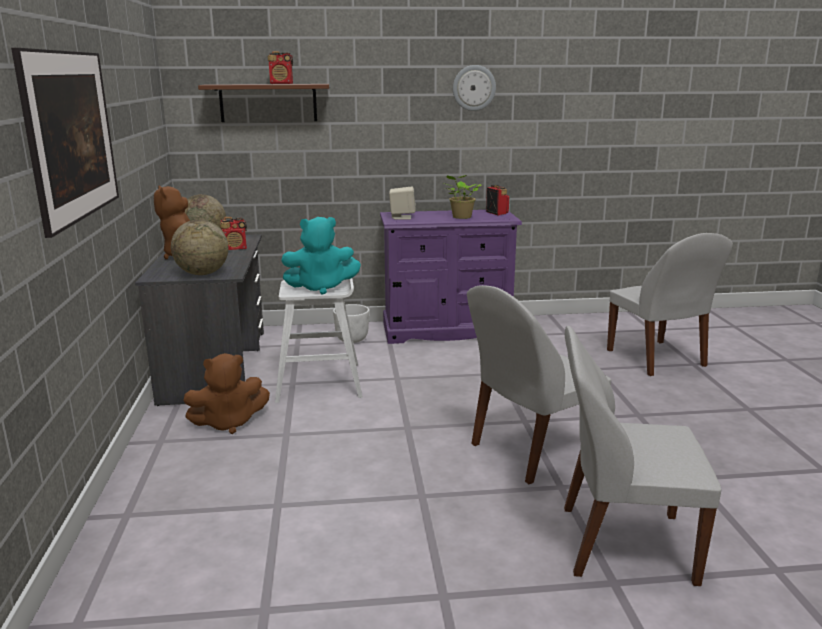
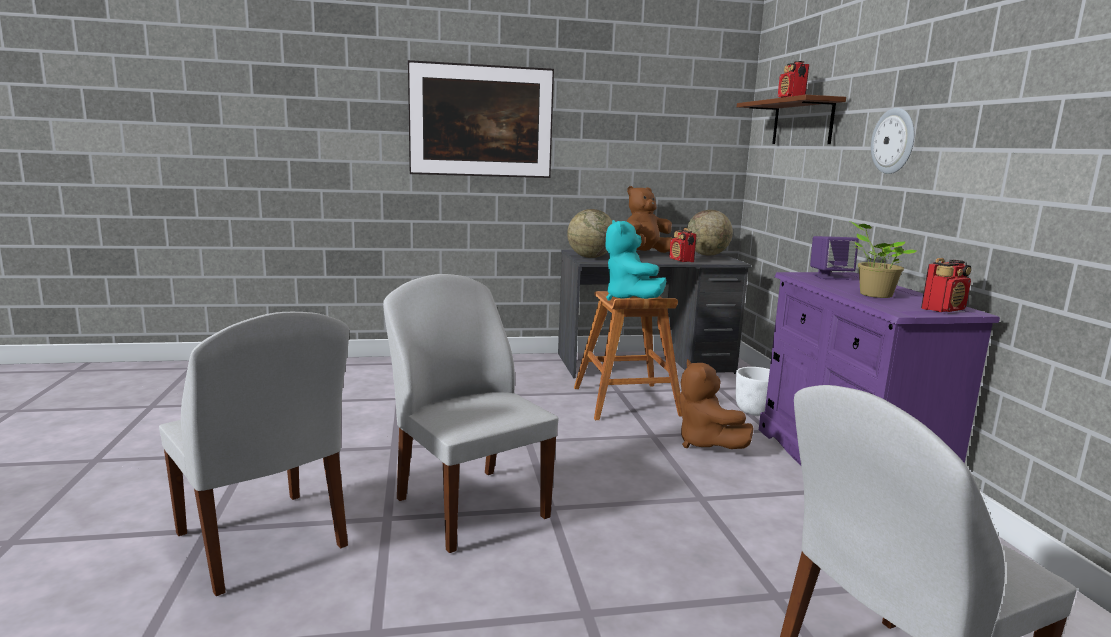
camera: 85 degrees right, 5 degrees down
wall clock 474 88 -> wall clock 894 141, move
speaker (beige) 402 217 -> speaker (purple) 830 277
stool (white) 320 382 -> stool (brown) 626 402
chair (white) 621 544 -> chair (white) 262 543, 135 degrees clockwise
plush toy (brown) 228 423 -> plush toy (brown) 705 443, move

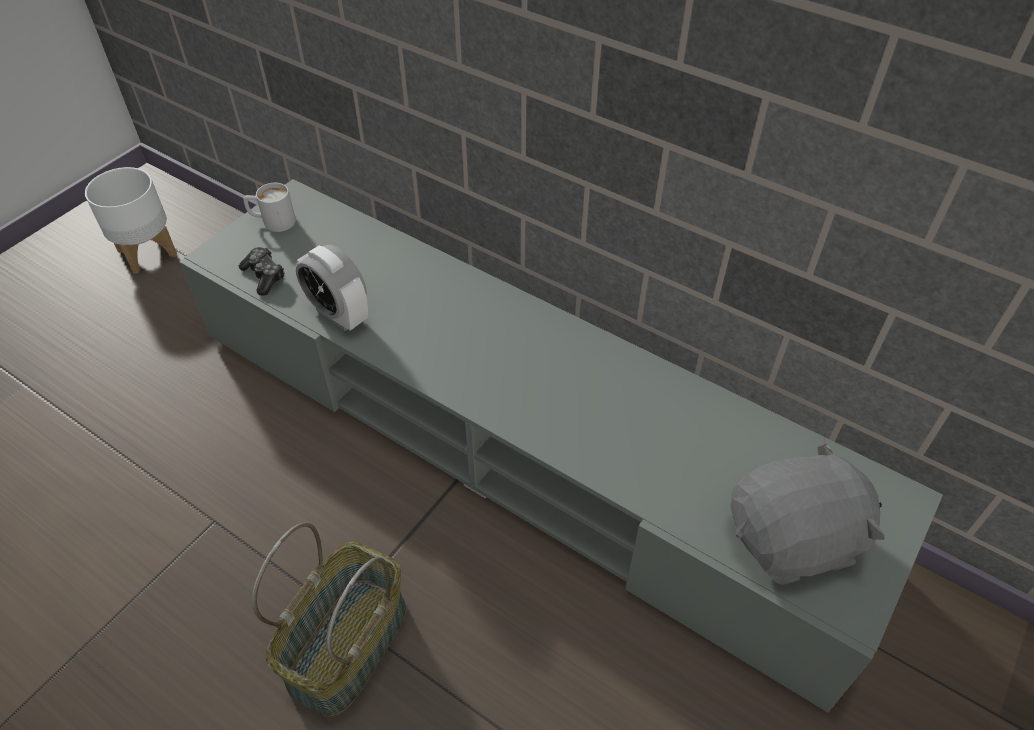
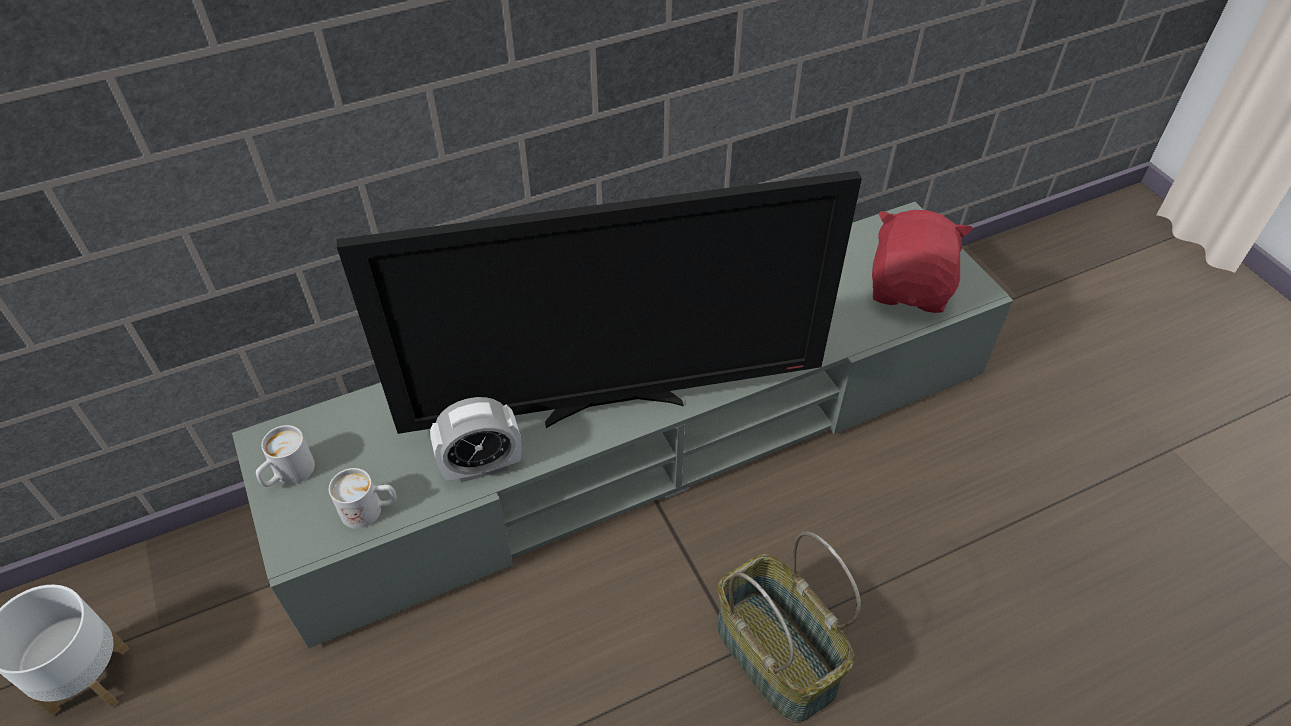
camera: 60 degrees left, 0 degrees up
game controller 264 276 -> mug (white) 370 510
plush toy (grey) 794 540 -> plush toy (red) 910 288
none -> television 613 403

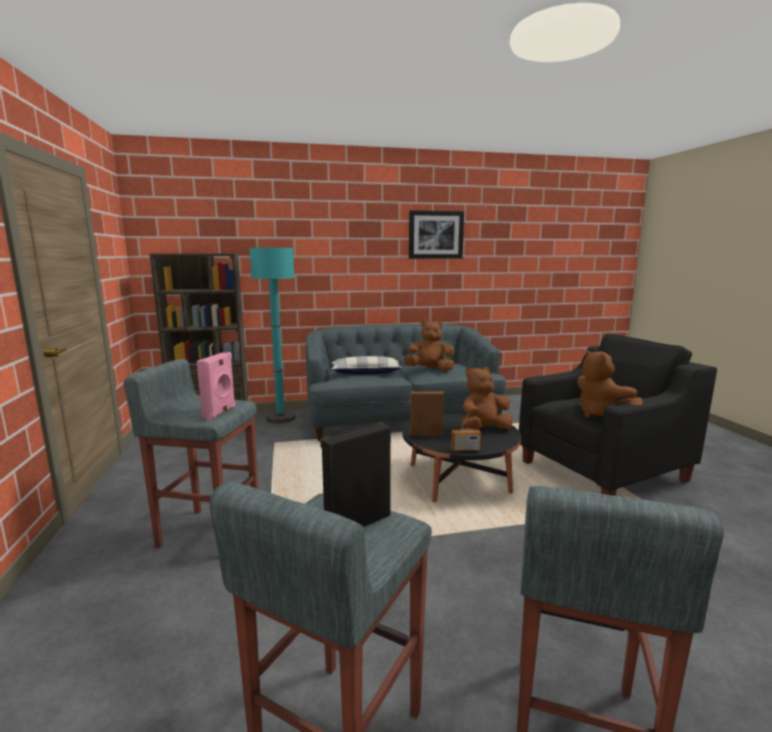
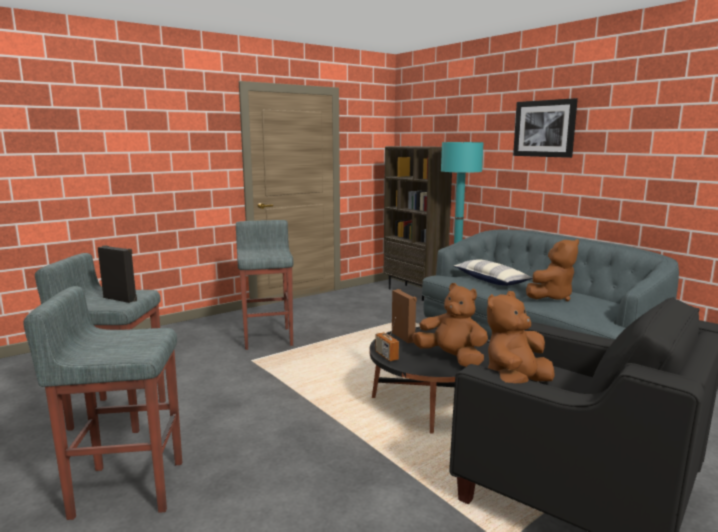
camera: 65 degrees right, 0 degrees up
picture 435 235 -> picture 544 128, move
plush toy (brown) 430 369 -> plush toy (brown) 551 297, 75 degrees clockwise
speaker (pink) 220 412 -> none

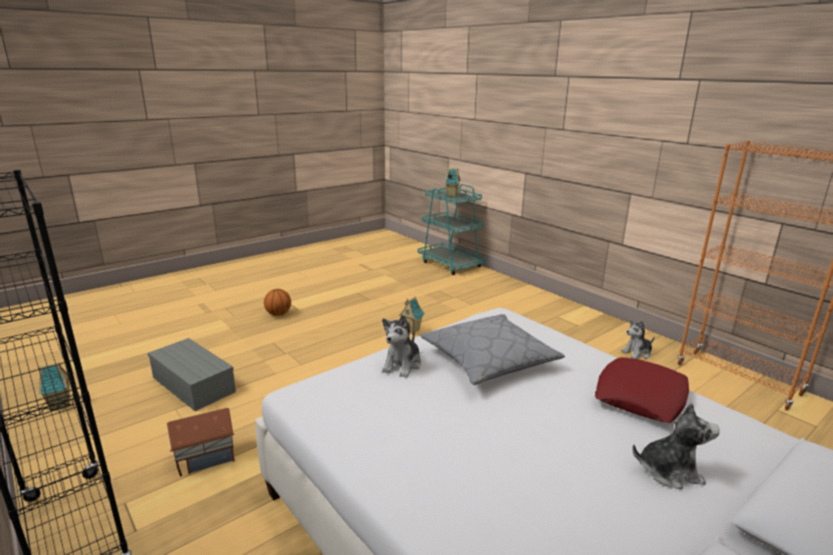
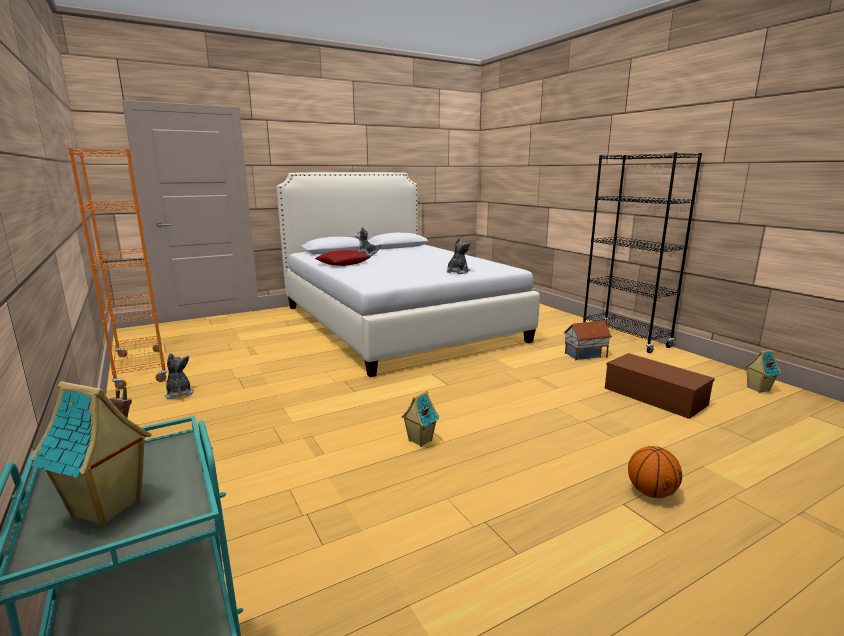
camera: 170 degrees left, 5 degrees down
pillow (grey) 489 359 -> none
plush toy 637 353 -> plush toy 179 393, 105 degrees counterclockwise
storage box (grey) 195 384 -> storage box (brown) 652 396

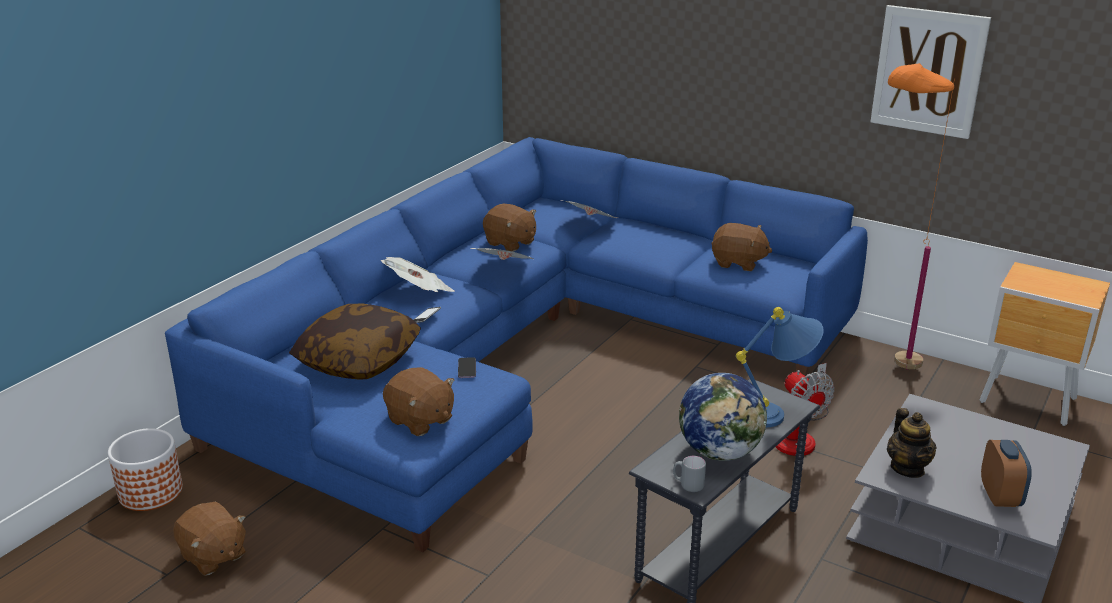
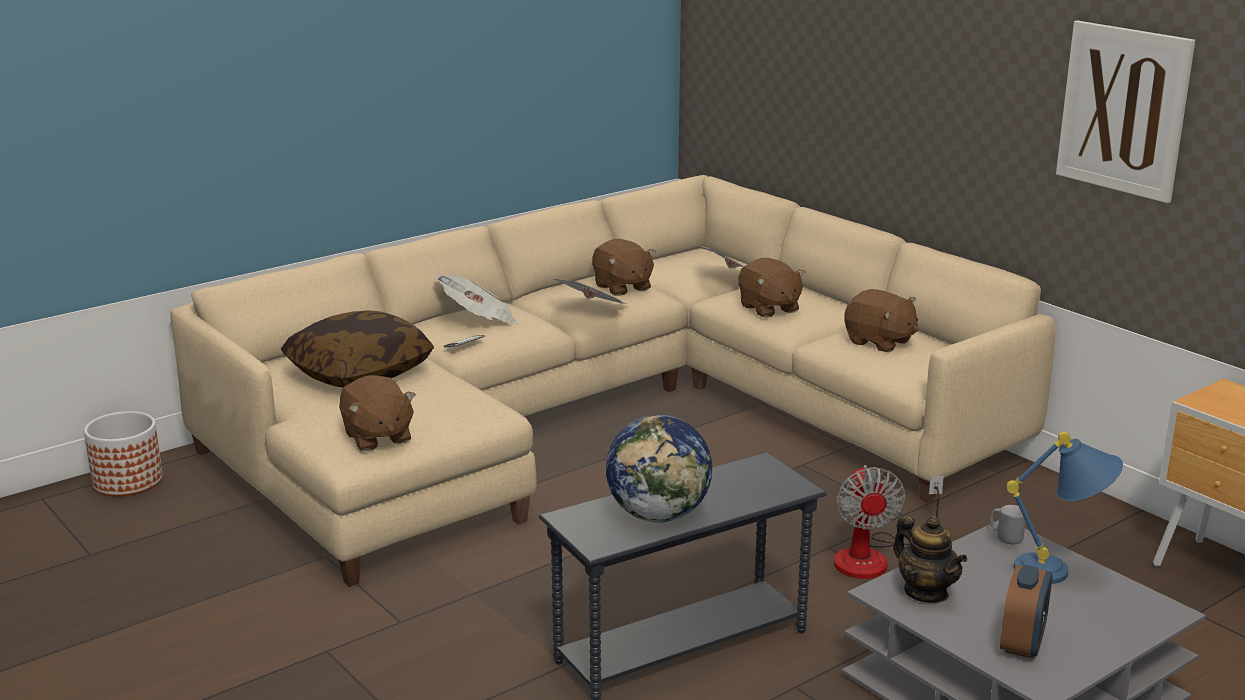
camera: 20 degrees right, 5 degrees down
floor lamp (orange) 883 371 -> none
sofa (blue) 526 350 -> sofa (beige) 612 416
table lamp (blue) 778 414 -> table lamp (blue) 1061 572, move
phone 467 369 -> none
teapot 907 468 -> teapot 926 592, 45 degrees counterclockwise
mug (grey) 688 485 -> mug (grey) 1005 537, move
plush toy (brown) 213 556 -> plush toy (brown) 769 308, move

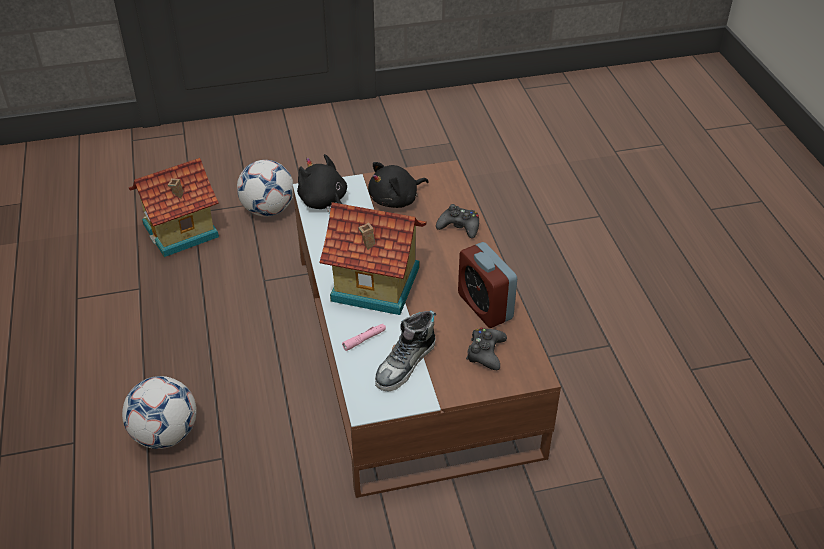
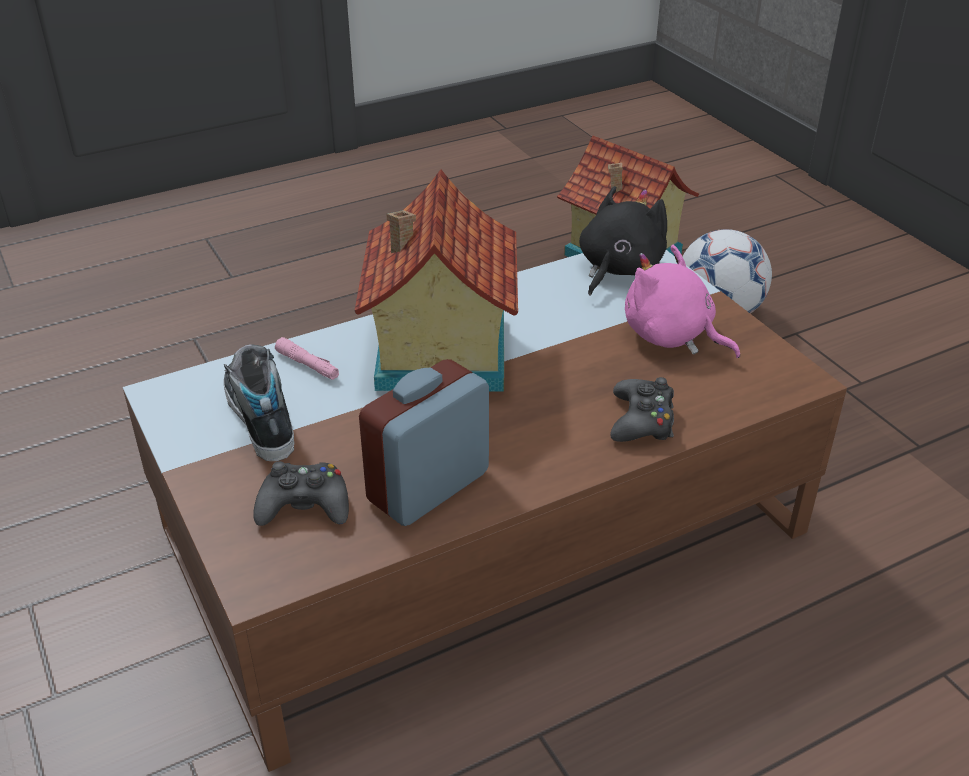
camera: 75 degrees right, 5 degrees down
plush toy (black) 396 200 -> plush toy (pink) 671 336
shoe 406 364 -> shoe 259 416, 45 degrees clockwise
football 165 434 -> none

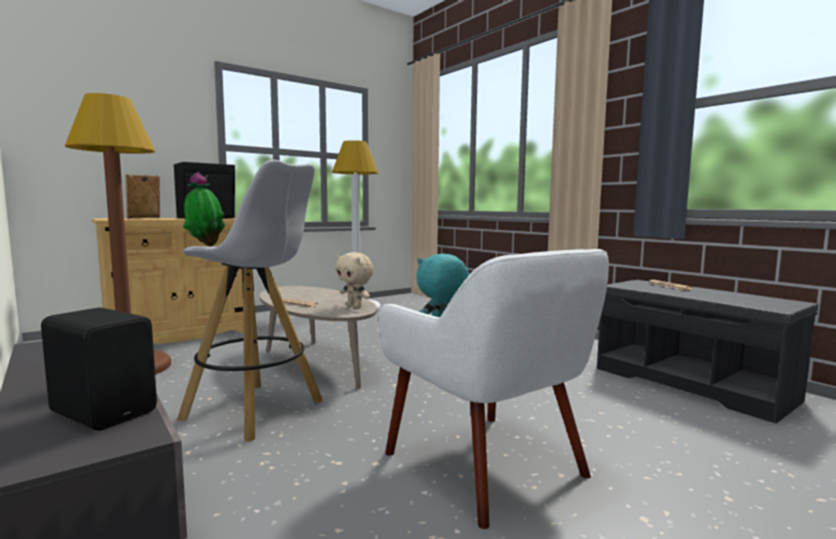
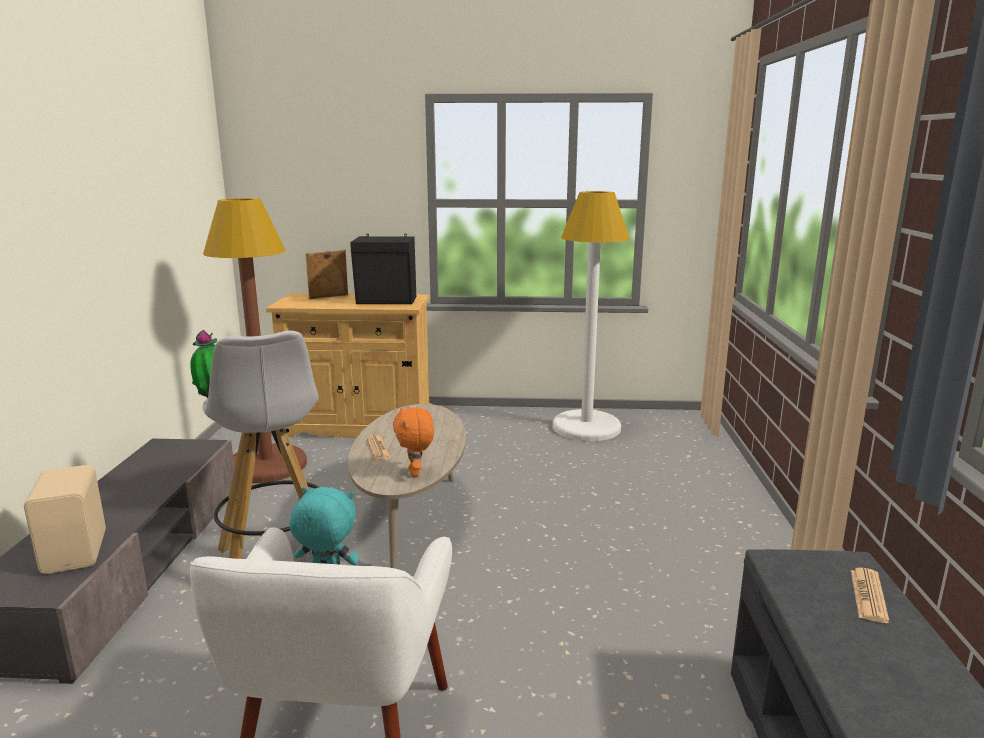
camera: 40 degrees right, 10 degrees up
plush toy (beige) 355 306 -> plush toy (orange) 415 473
speaker (black) 105 411 -> speaker (beige) 77 552

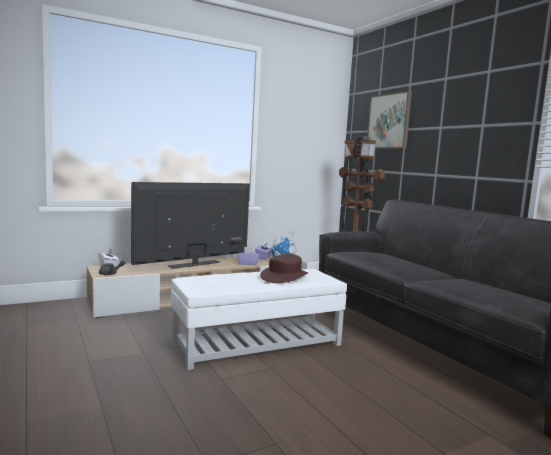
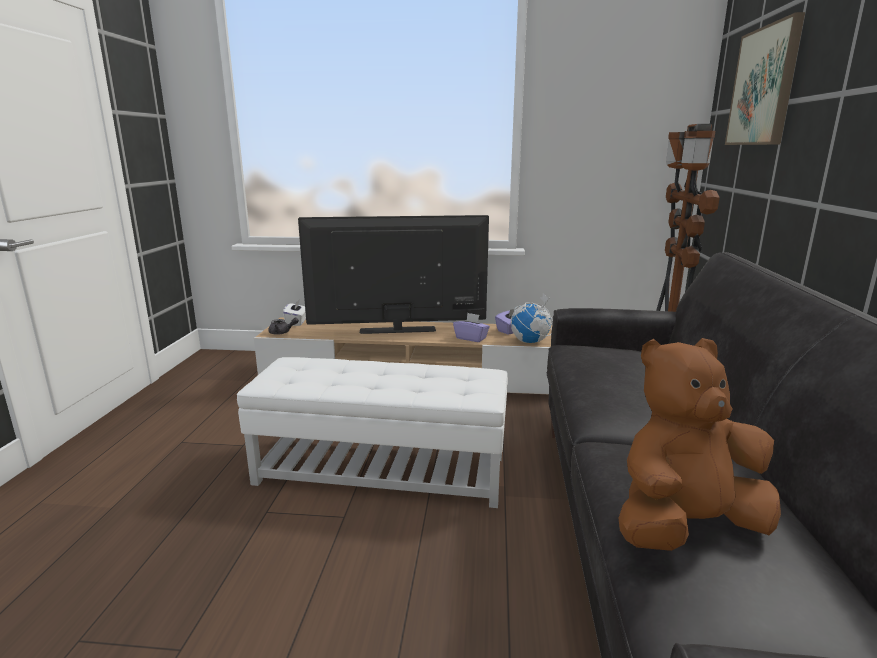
camera: 35 degrees right, 10 degrees up
hat (brown) 284 276 -> none
none -> plush toy (brown) 685 526

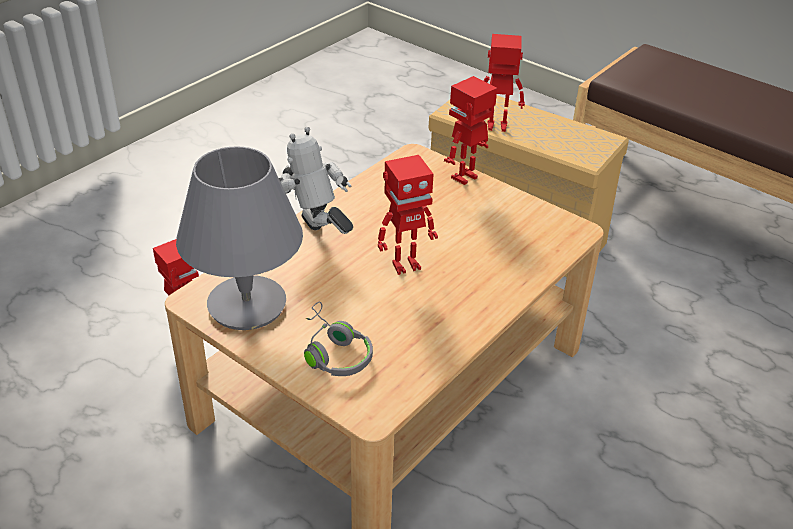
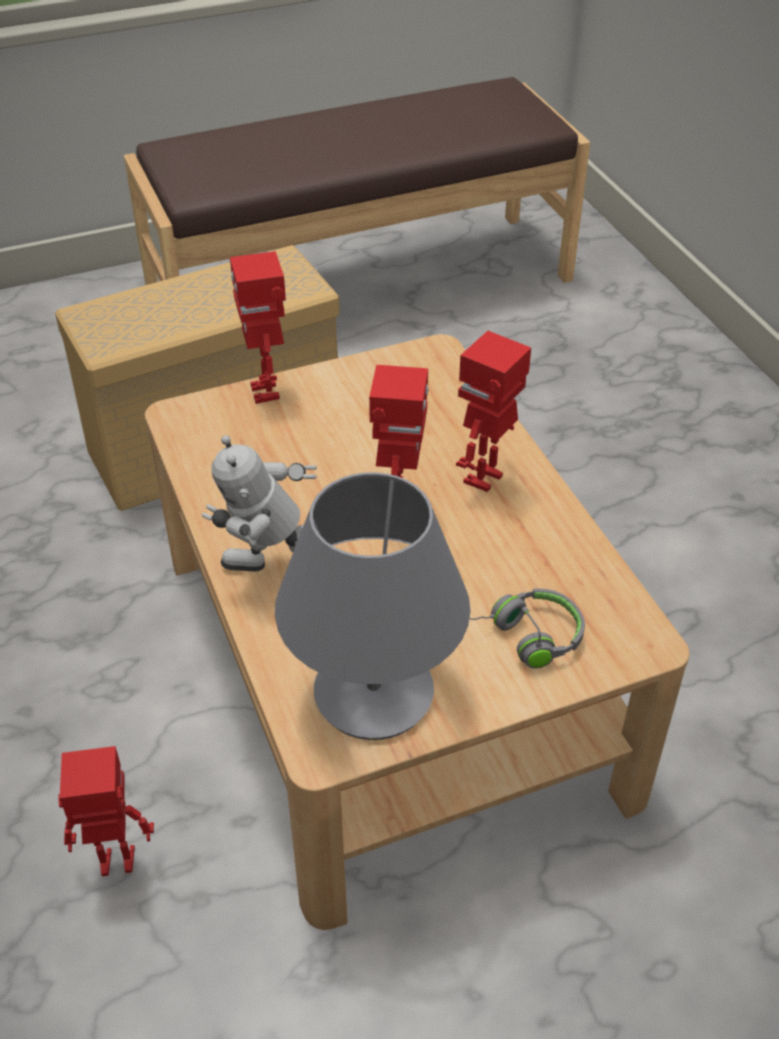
camera: 60 degrees left, 5 degrees up
toy robot 497 127 -> toy robot 485 479, move

